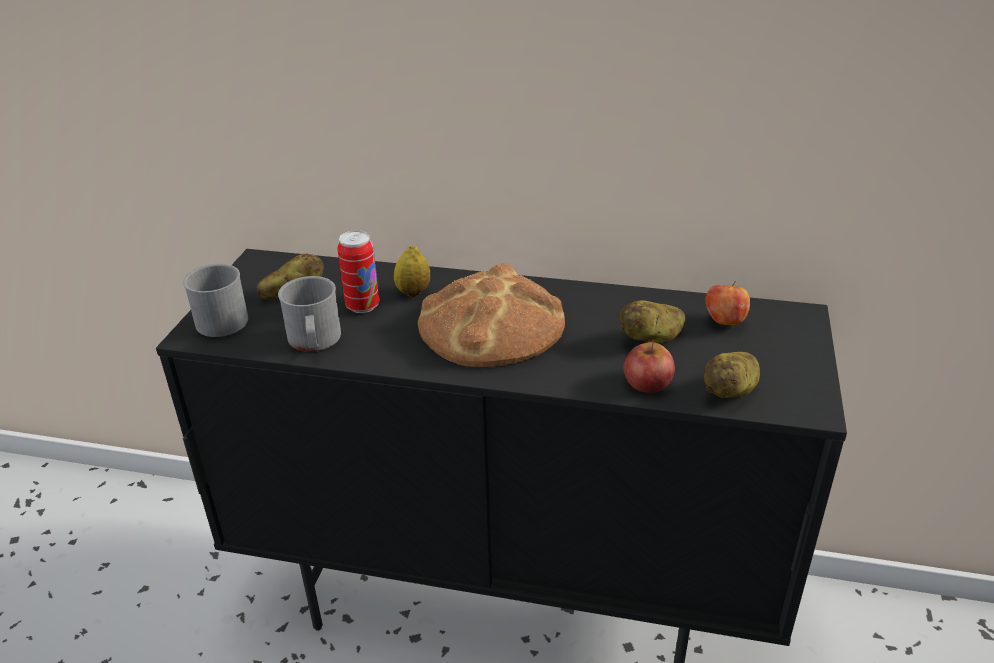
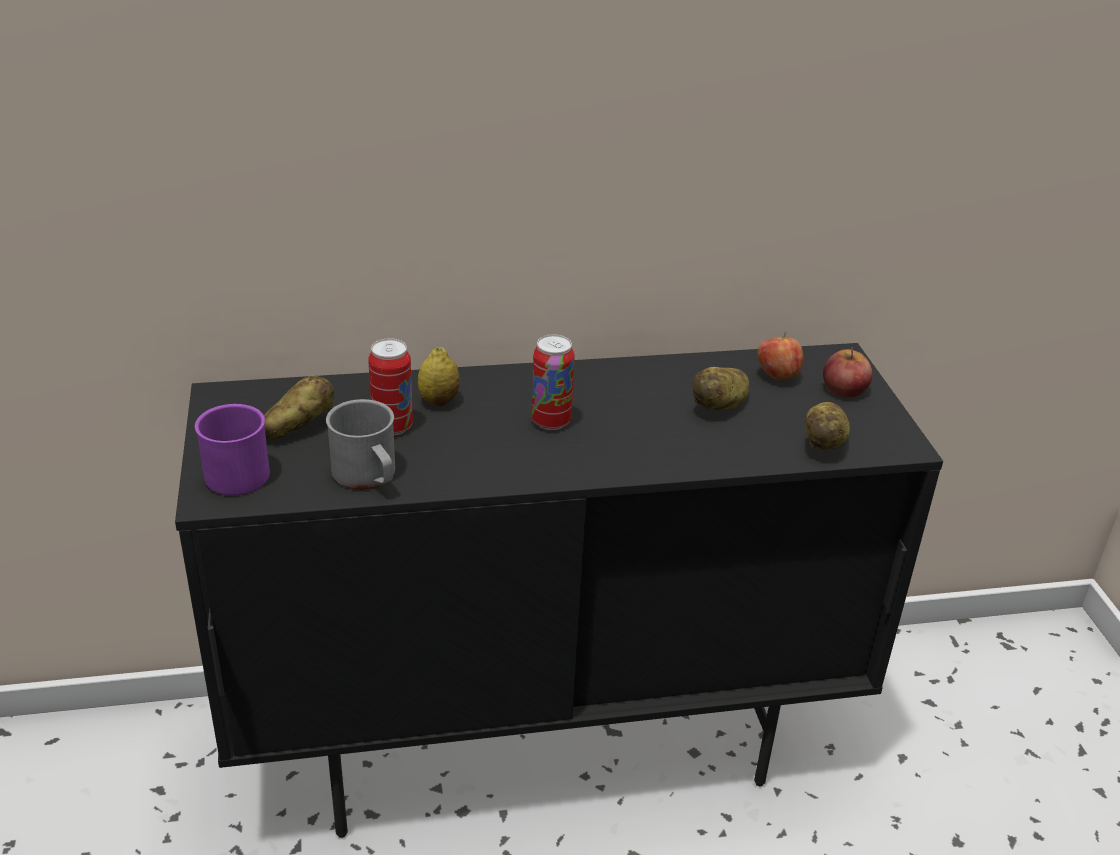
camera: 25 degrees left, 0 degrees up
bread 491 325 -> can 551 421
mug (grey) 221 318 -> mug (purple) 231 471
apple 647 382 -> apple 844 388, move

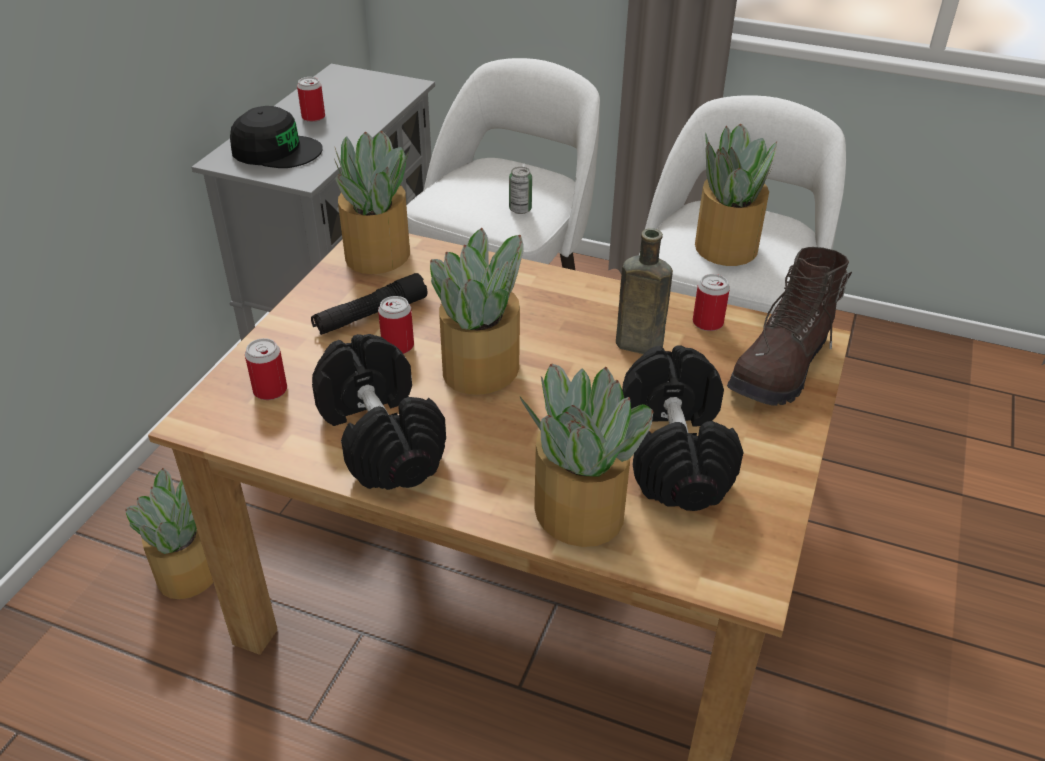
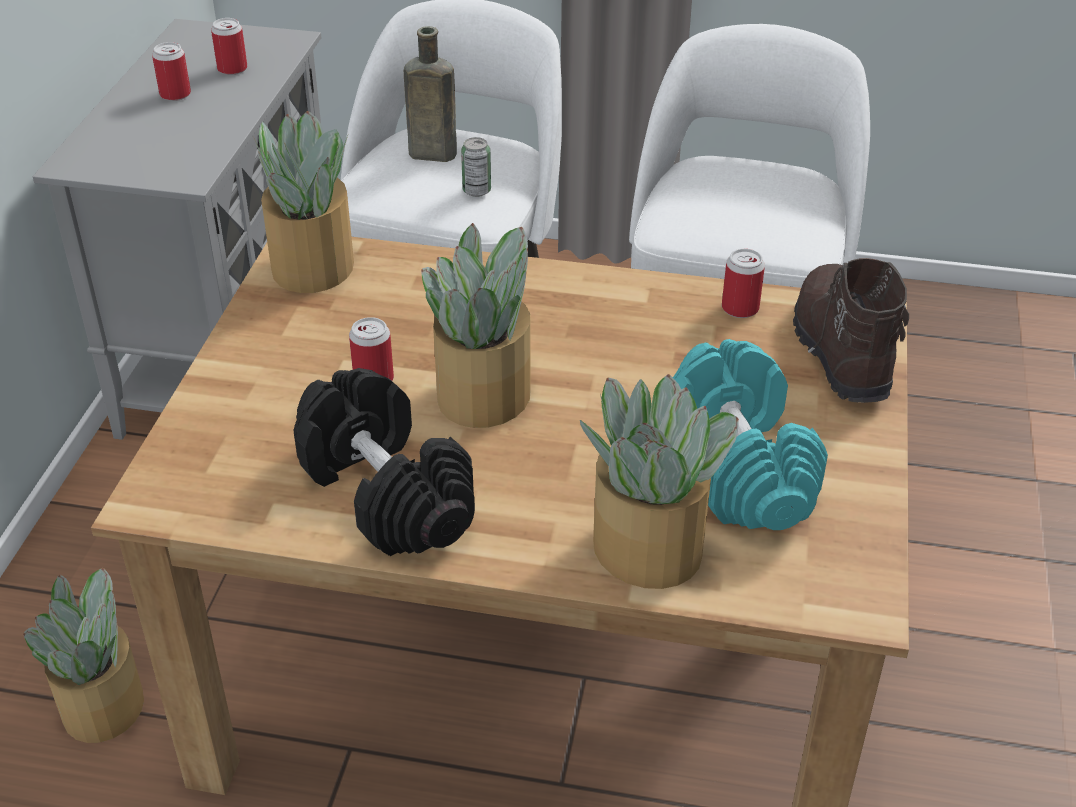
camera: 10 degrees left, 0 degrees up
cap (black) 276 150 -> none
potted plant 725 247 -> none
bottle (brown) 635 344 -> bottle (brown) 429 154, move
boot (brown) 782 368 -> boot (brown) 839 352, 150 degrees clockwise
flashlight (black) 371 315 -> none
can 270 390 -> can 232 69, move
dumbbell (black) 676 453 -> dumbbell (turquoise) 741 467

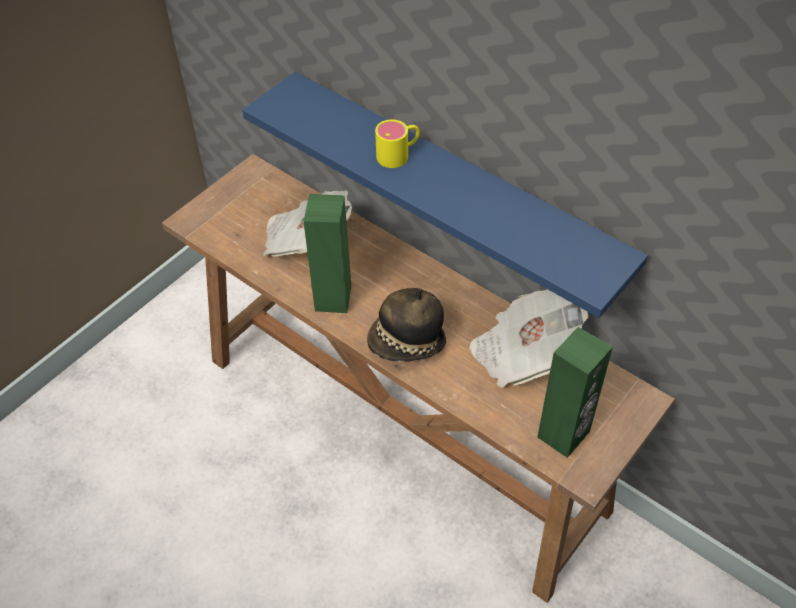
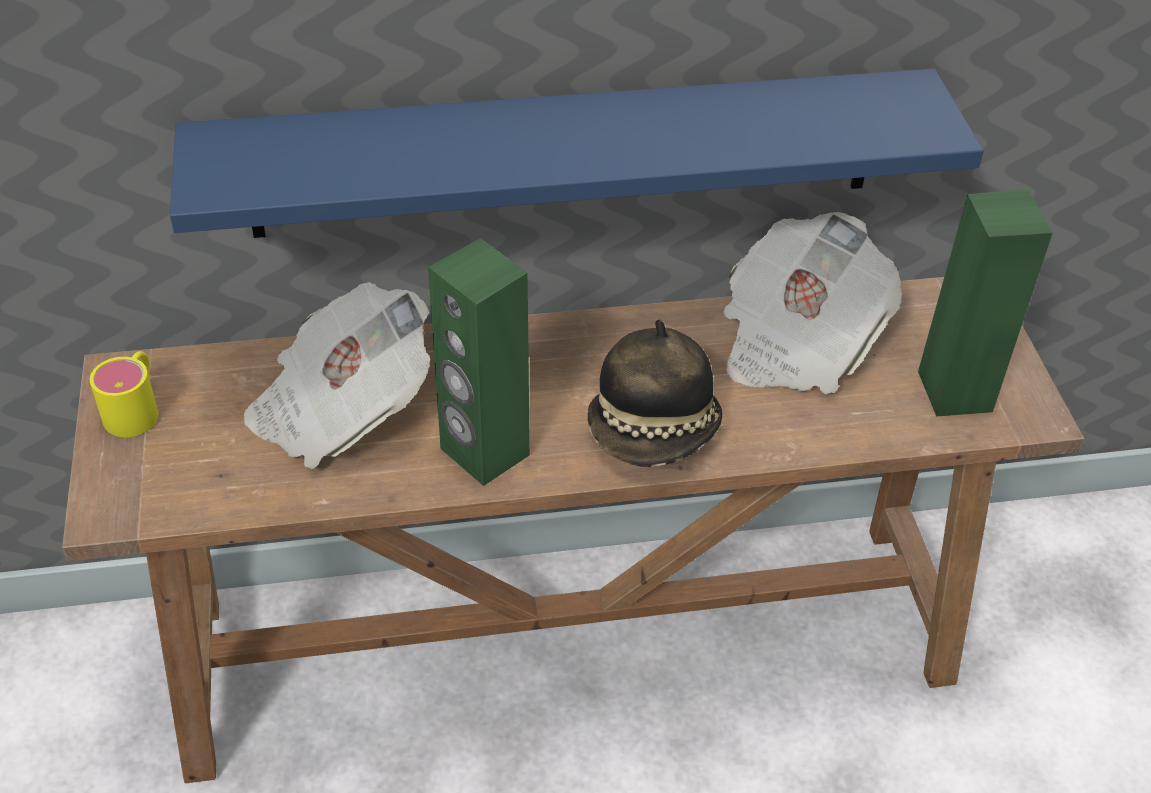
camera: 50 degrees left, 5 degrees down
mug (yellow) 399 154 -> mug (yellow) 136 408, move

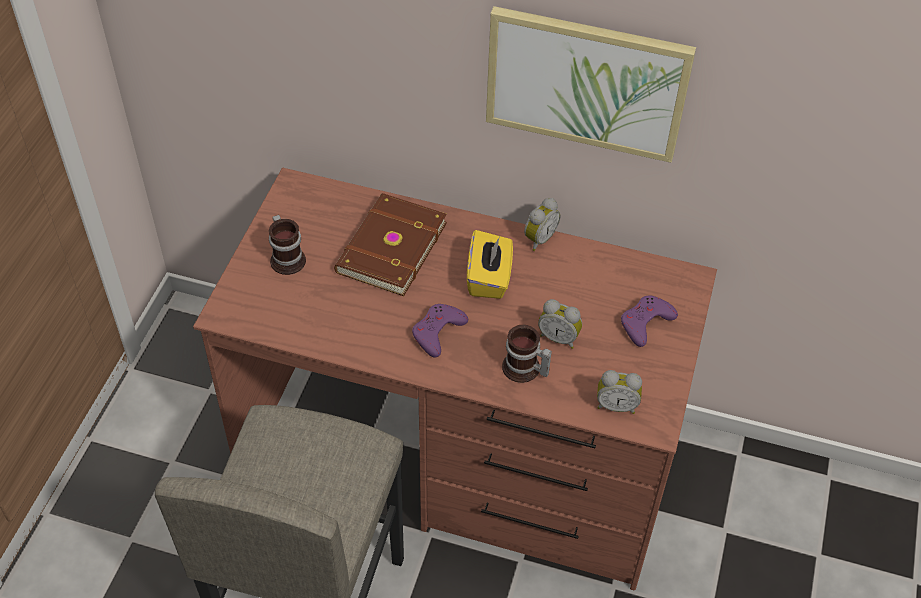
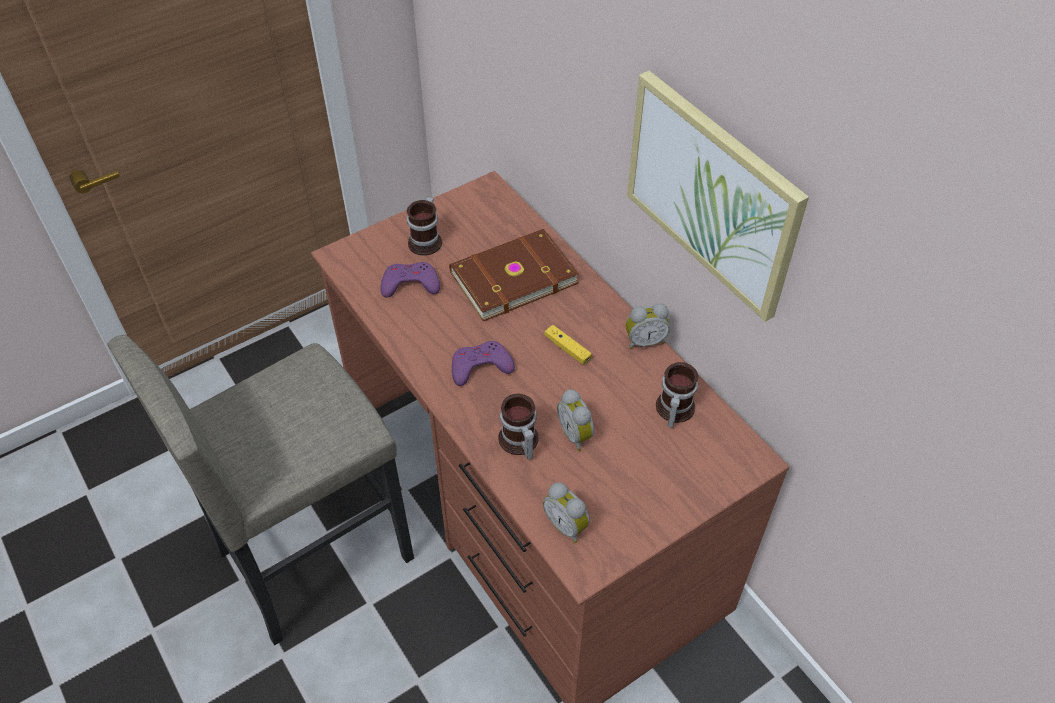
camera: 40 degrees right, 0 degrees up
tissue box (yellow) 489 278 -> game controller (yellow) 567 349
game controller (purple) 645 323 -> game controller (purple) 410 284, move
none -> mug 672 410

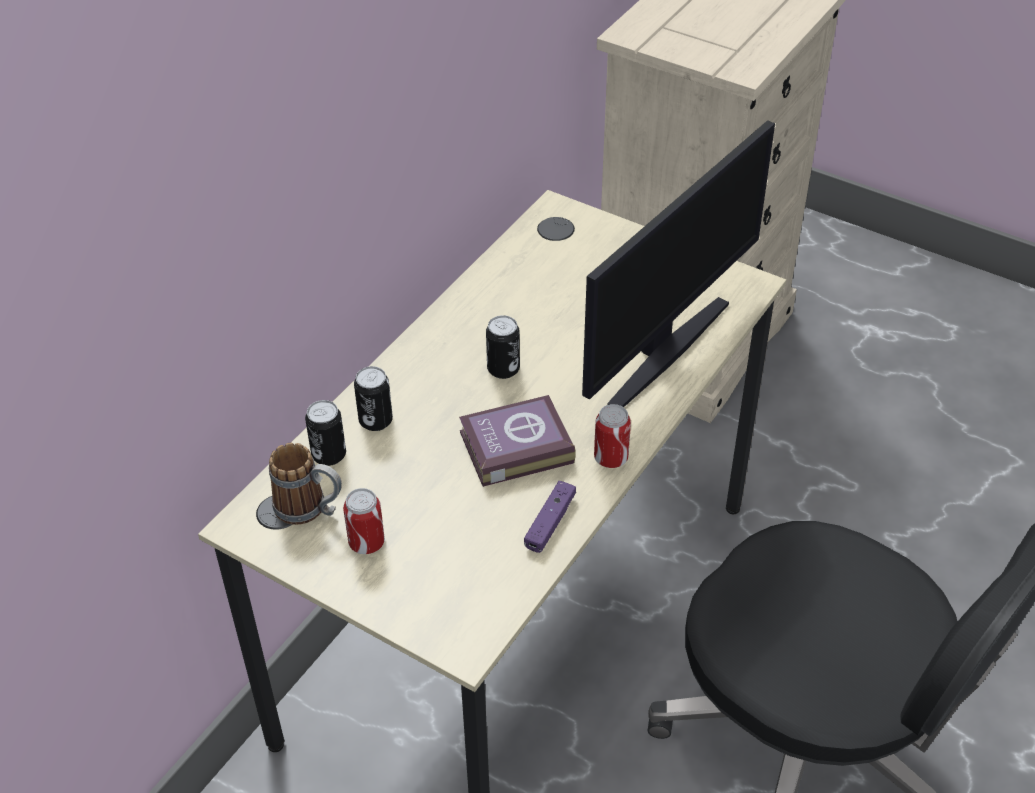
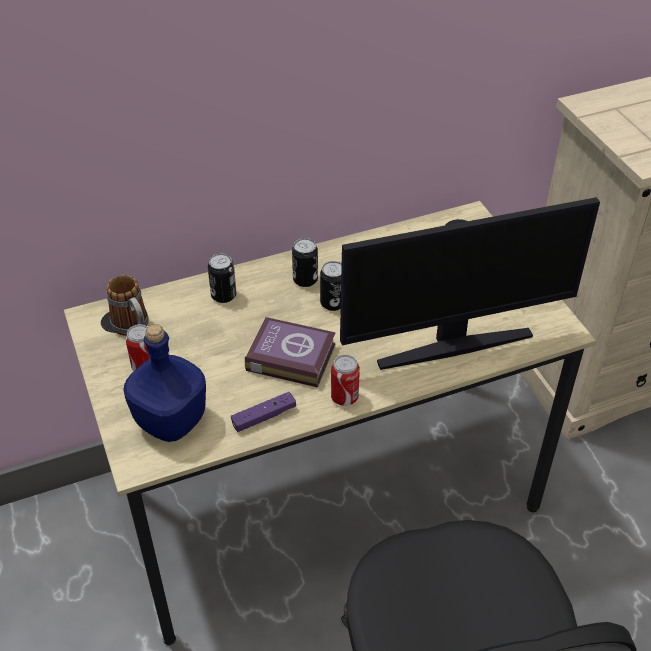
camera: 35 degrees right, 0 degrees up
can 329 455 -> can 305 280, move
none -> bottle (blue) 172 420

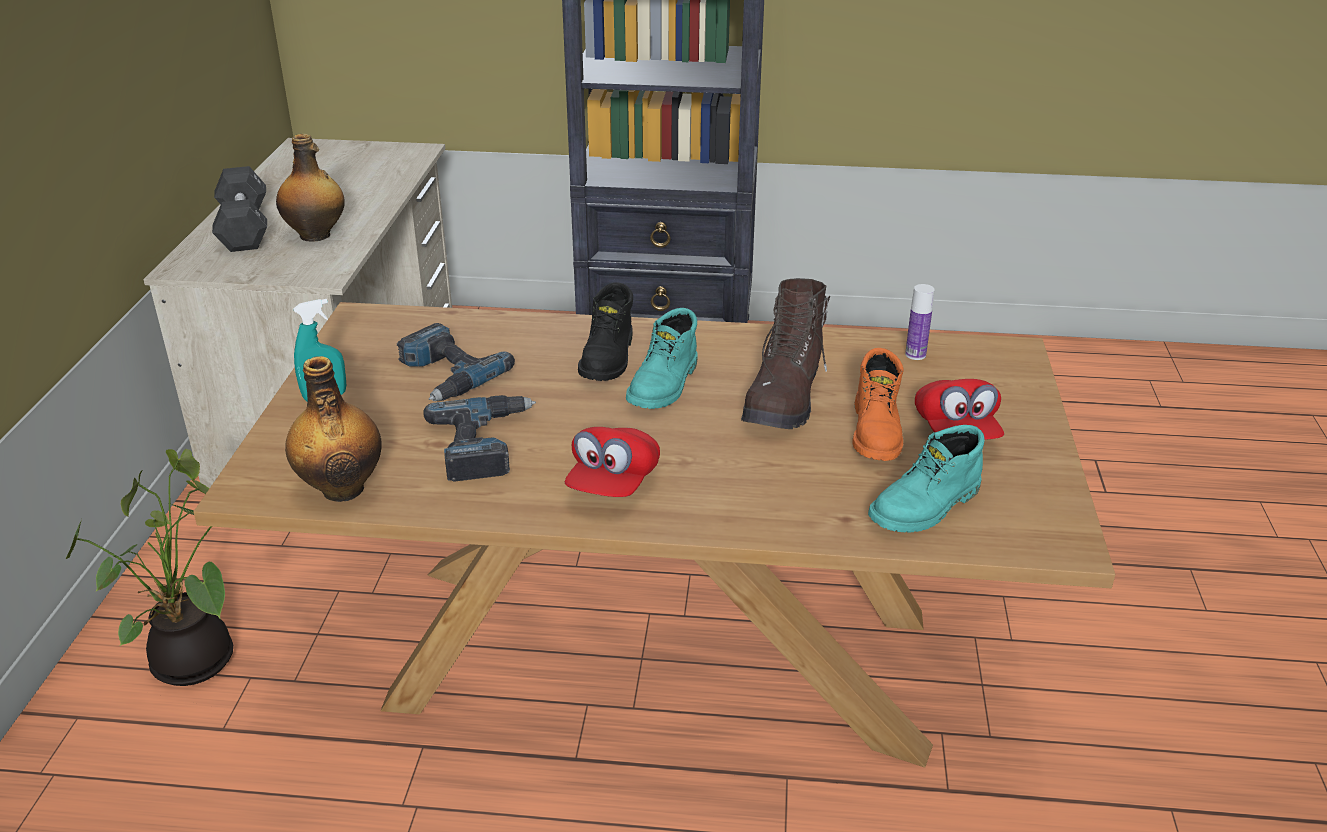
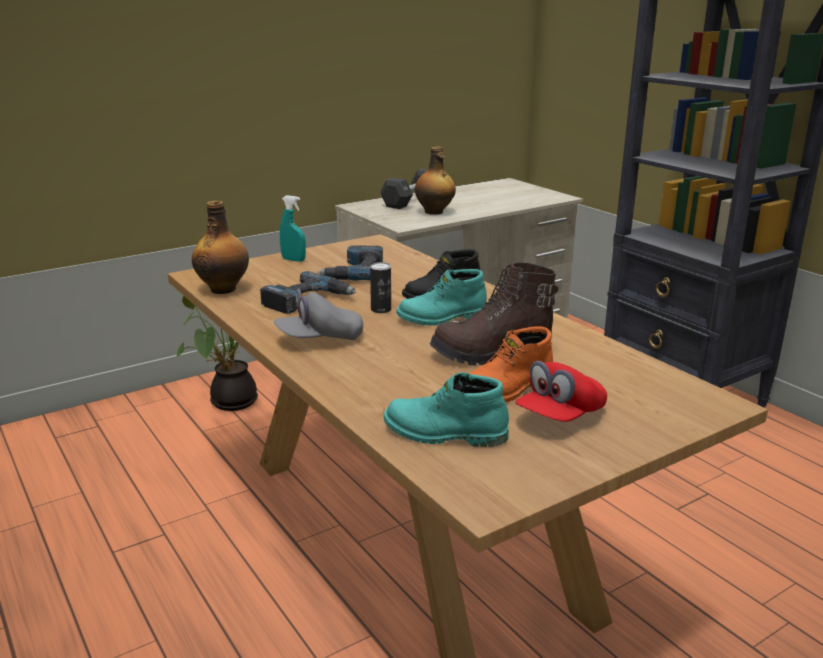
camera: 50 degrees right, 10 degrees down
bottle 915 355 -> none
cap (red) 613 483 -> cap (grey) 320 339
none -> can 381 310

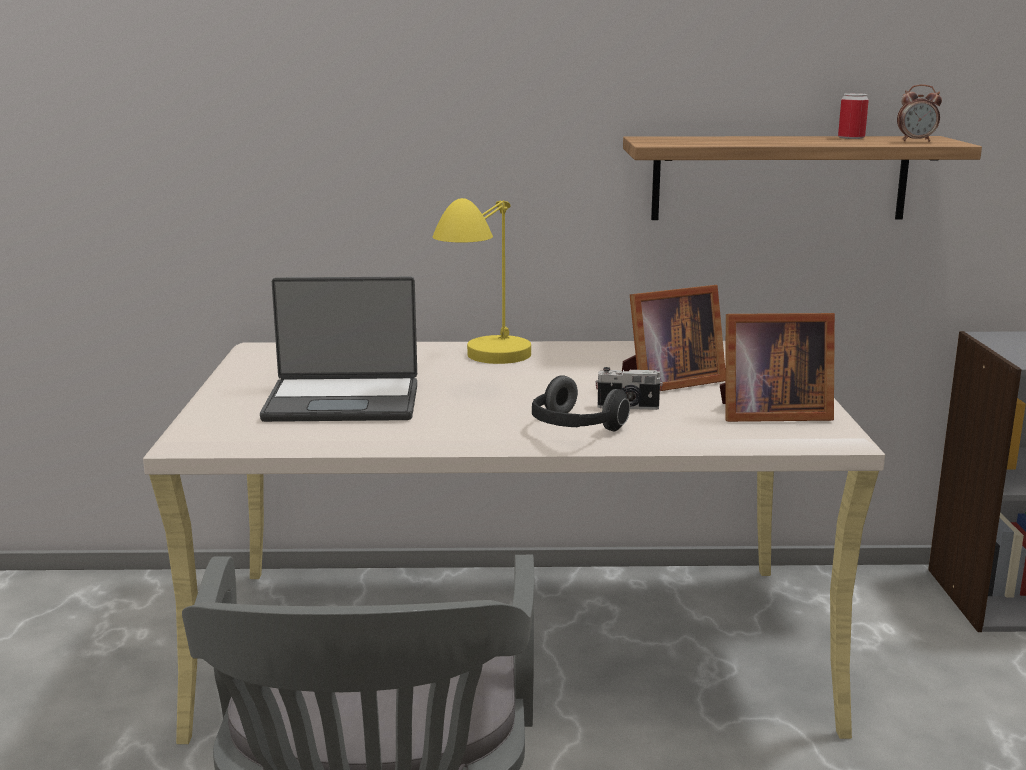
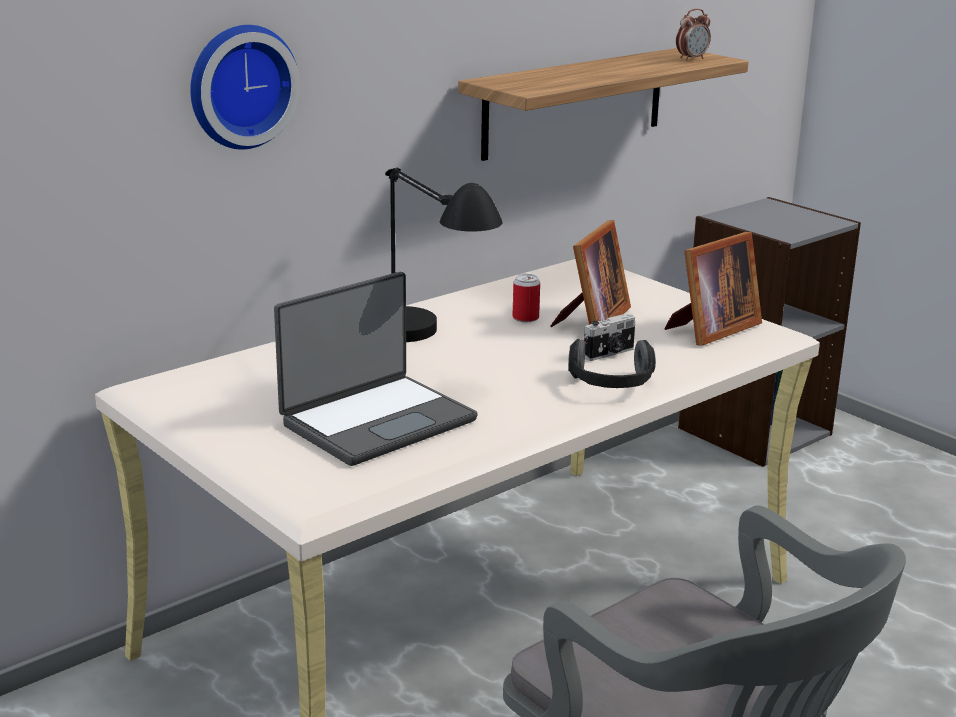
camera: 40 degrees left, 5 degrees up
can 851 138 -> can 525 318, move
table lamp (yellow) 485 371 -> table lamp (black) 429 350
none -> wall clock 240 85

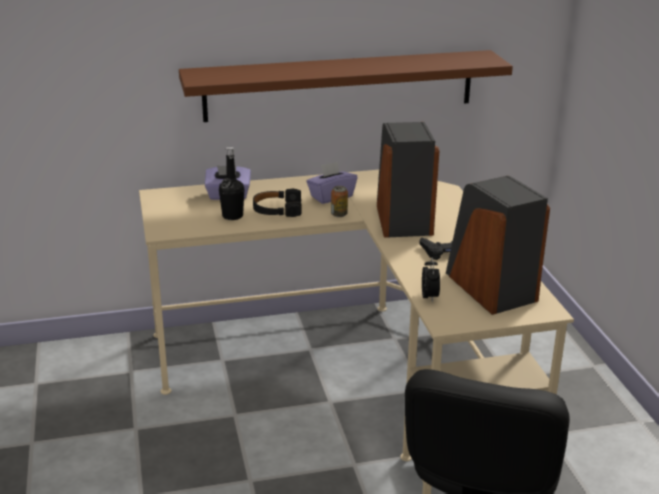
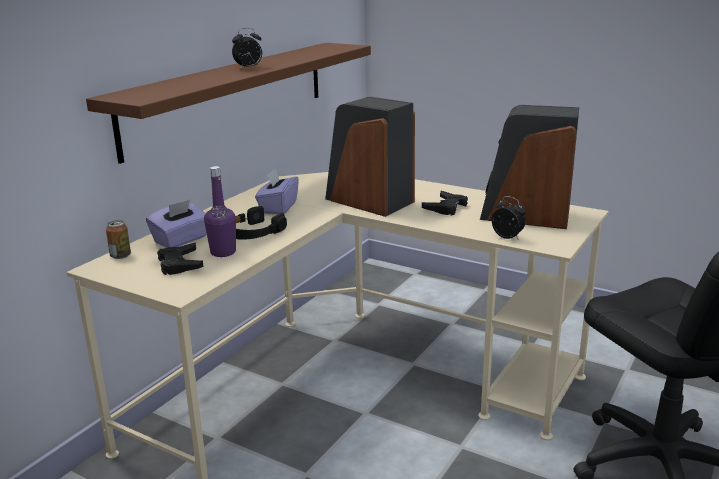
camera: 45 degrees left, 5 degrees down
bottle (black) 232 216 -> bottle (purple) 223 252
can 339 214 -> can 120 256, move
none -> alarm clock 248 68
none -> game controller (black) 180 264

